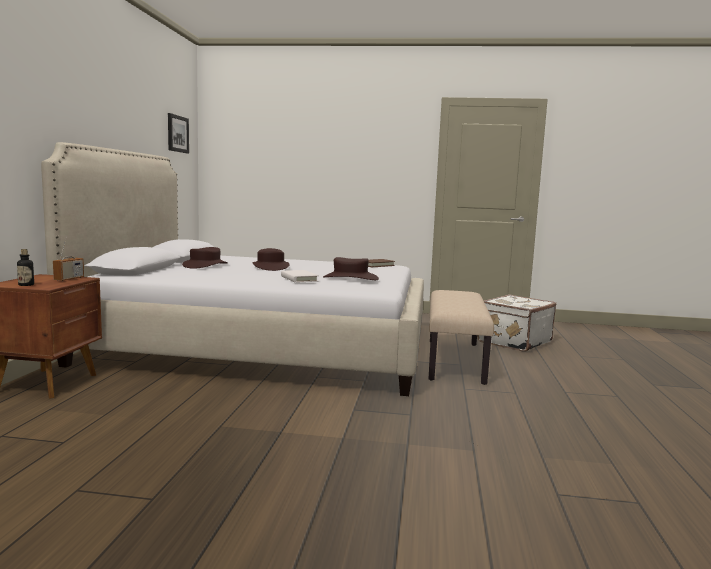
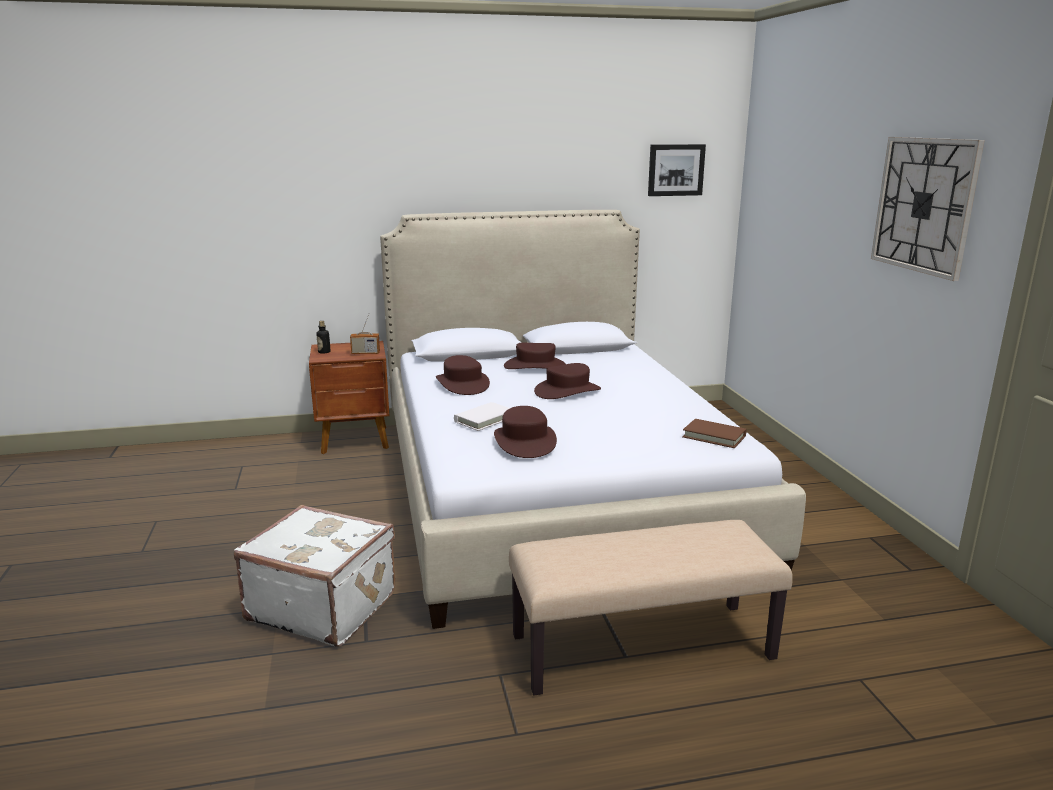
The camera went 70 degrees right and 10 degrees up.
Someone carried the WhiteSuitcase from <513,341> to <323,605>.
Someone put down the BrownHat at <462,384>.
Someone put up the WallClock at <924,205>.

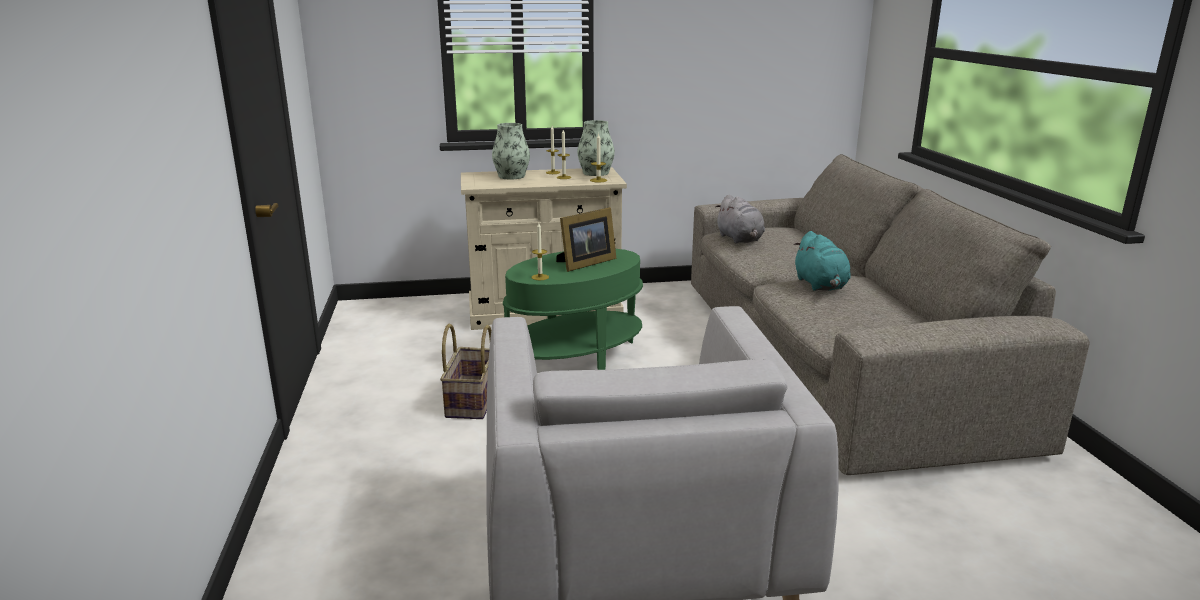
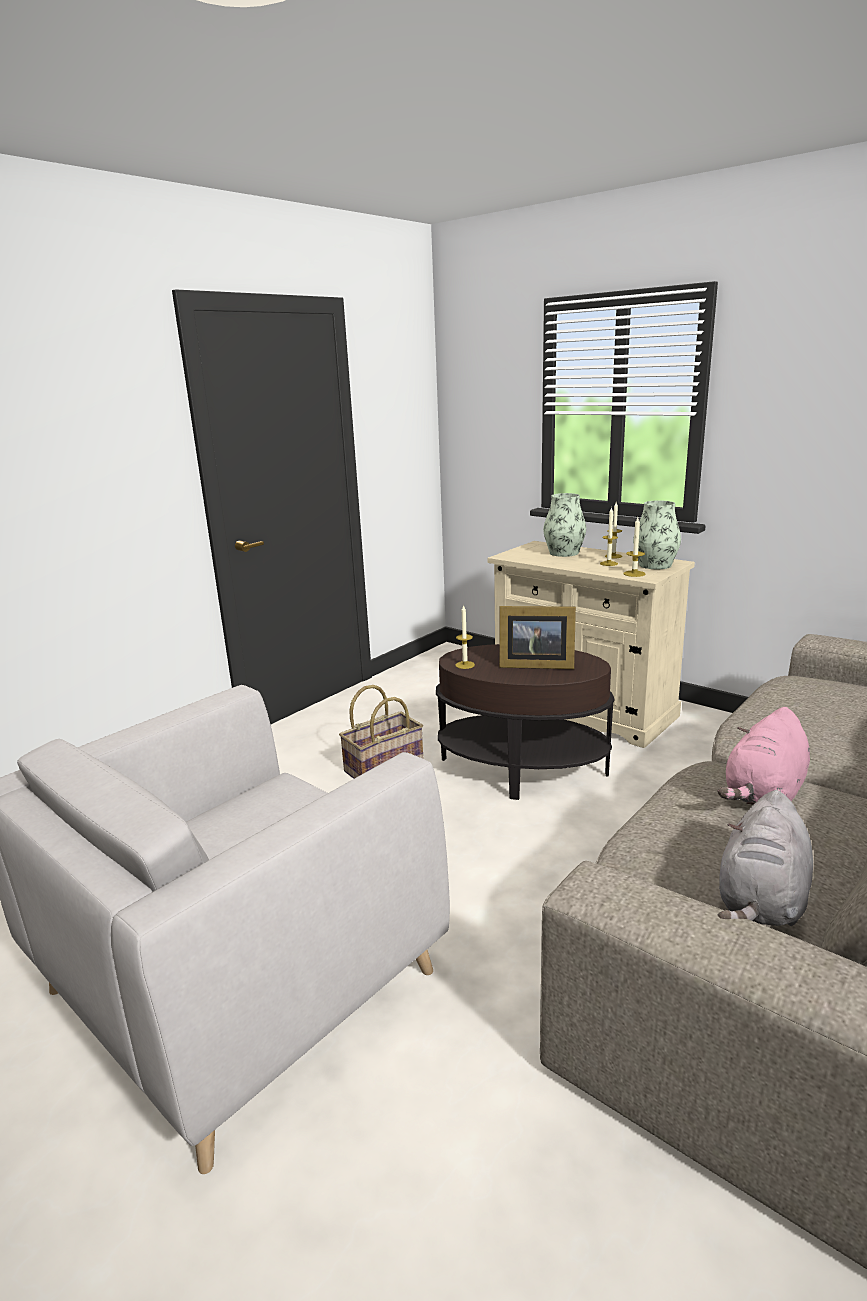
The camera went 50 degrees right and 0 degrees up.
Someone repainted the GreenSideTable at <575,361>, which became the BrownSideTable at <522,771>.
Someone repainted the TurquoisePlushToy at <821,285>, which became the PinkPlushToy at <764,793>.
Someone carried the GreyPlushToy from <740,239> to <761,900>.

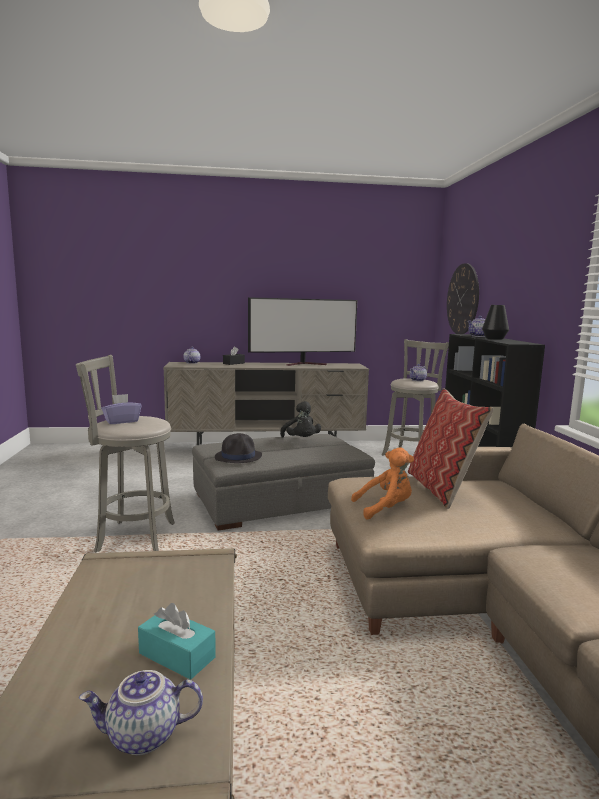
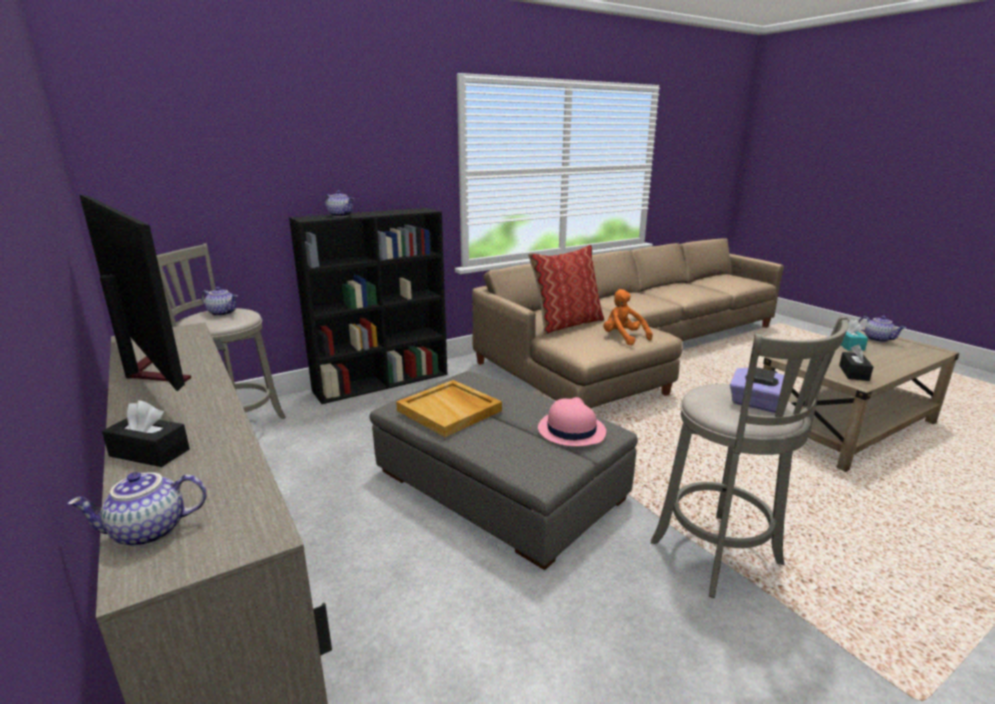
The camera went 115 degrees left and 10 degrees up.
Someone swapped the BlackPlushToy at <301,440> for the BeigeTray at <450,410>.
Someone repainted the BlackHat at <238,457>, which became the PinkHat at <571,430>.
Someone put down the BlackTissueBox at <853,373>.
Someone took away the WallClock at <462,299>.
Someone took away the BlackVase at <494,338>.

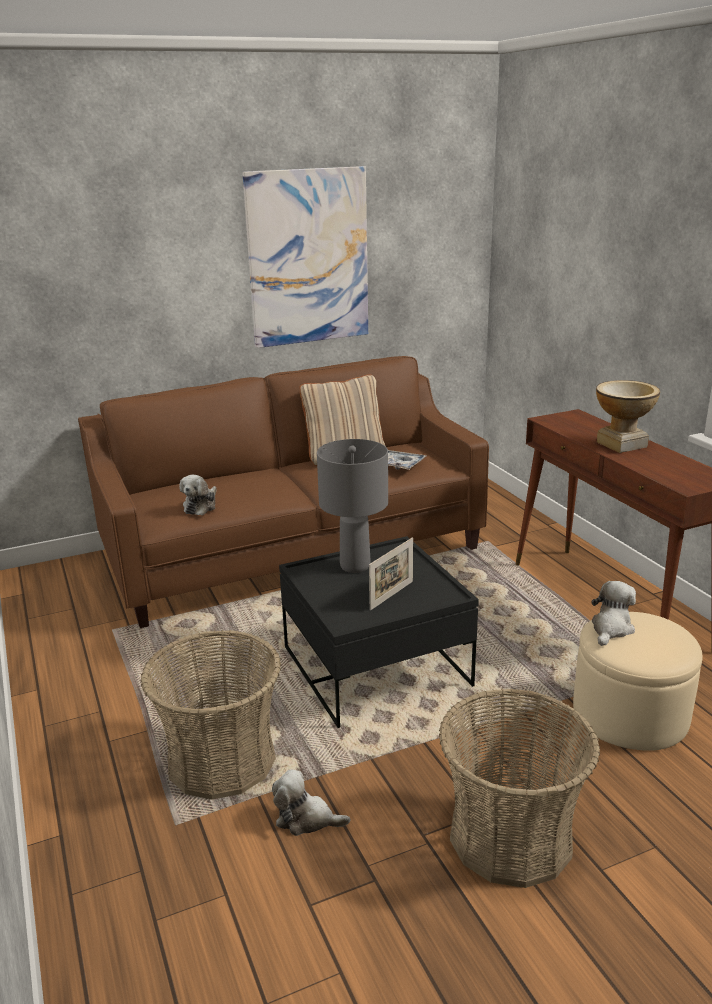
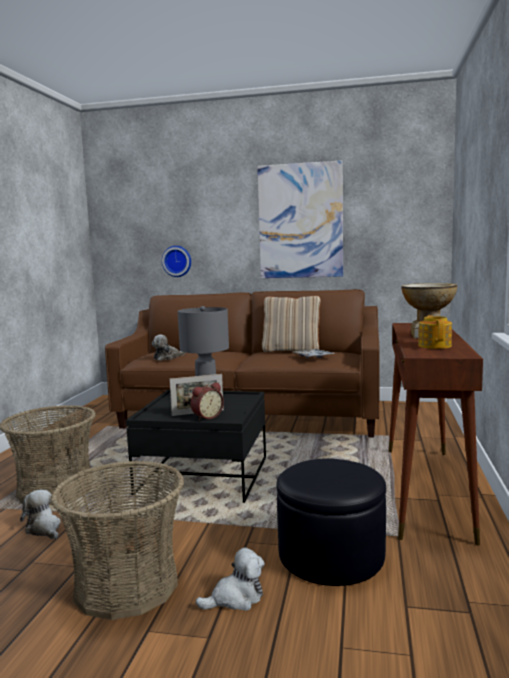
The camera went 35 degrees right and 15 degrees down.
Someone put up the WallClock at <177,261>.
Someone put down the AlarmClock at <206,417>.
Someone carried the PlushToy from <611,628> to <235,598>.
Someone repainted the BeigeOttoman at <630,714>, which became the BlackOttoman at <331,555>.
Someone put down the Teapot at <435,346>.

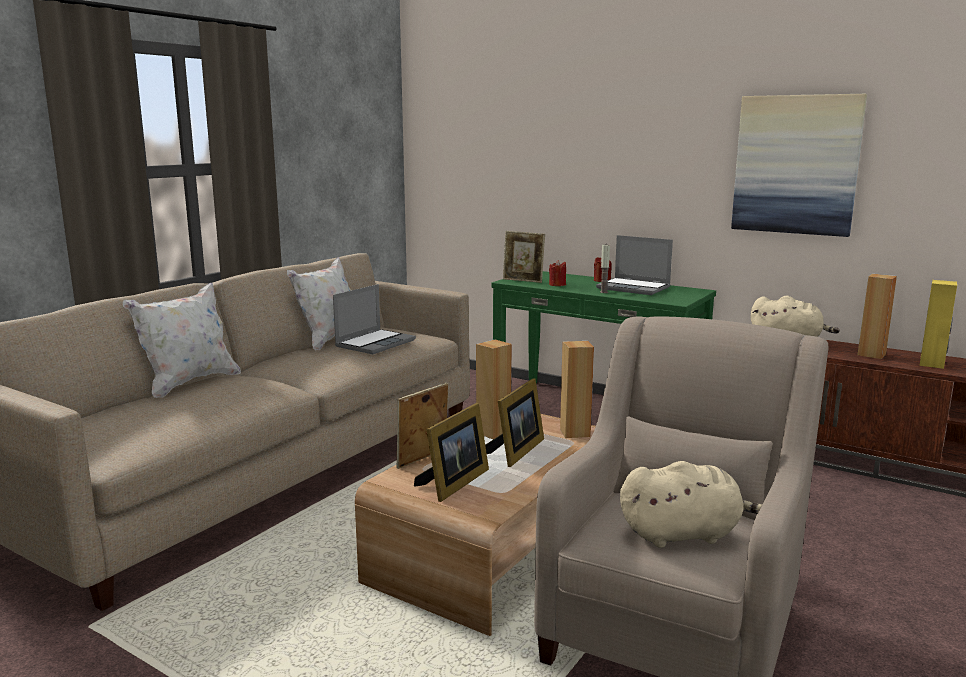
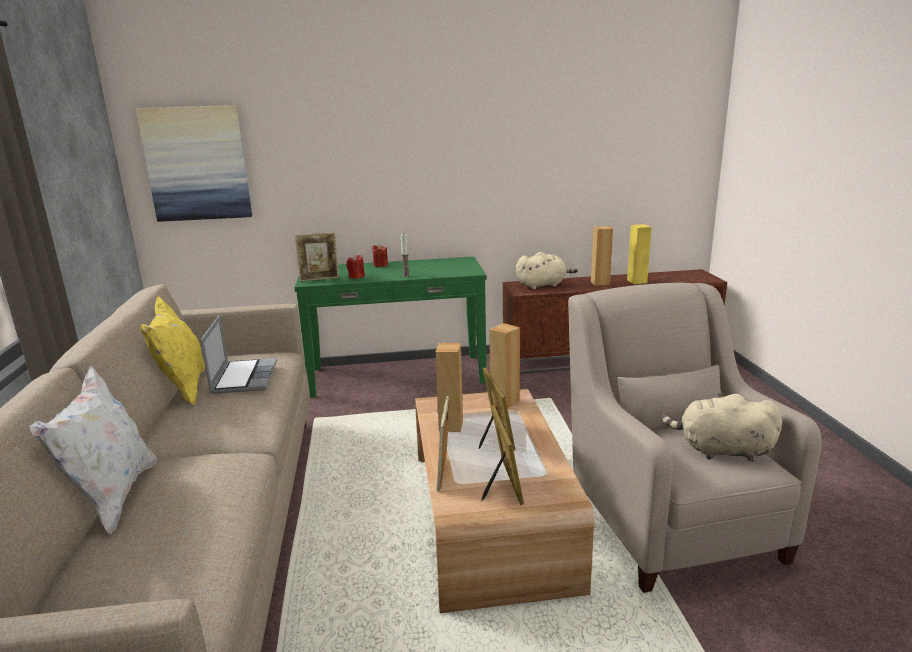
The camera went 40 degrees left and 5 degrees up.
Someone carried the Picture from <796,165> to <197,164>.
Someone repainted the WhitePillow at <329,340>, which became the YellowPillow at <183,389>.
Someone rotated the BeigePlushToy at <684,534> by 120 degrees counterclockwise.
Someone took away the Laptop at <634,288>.

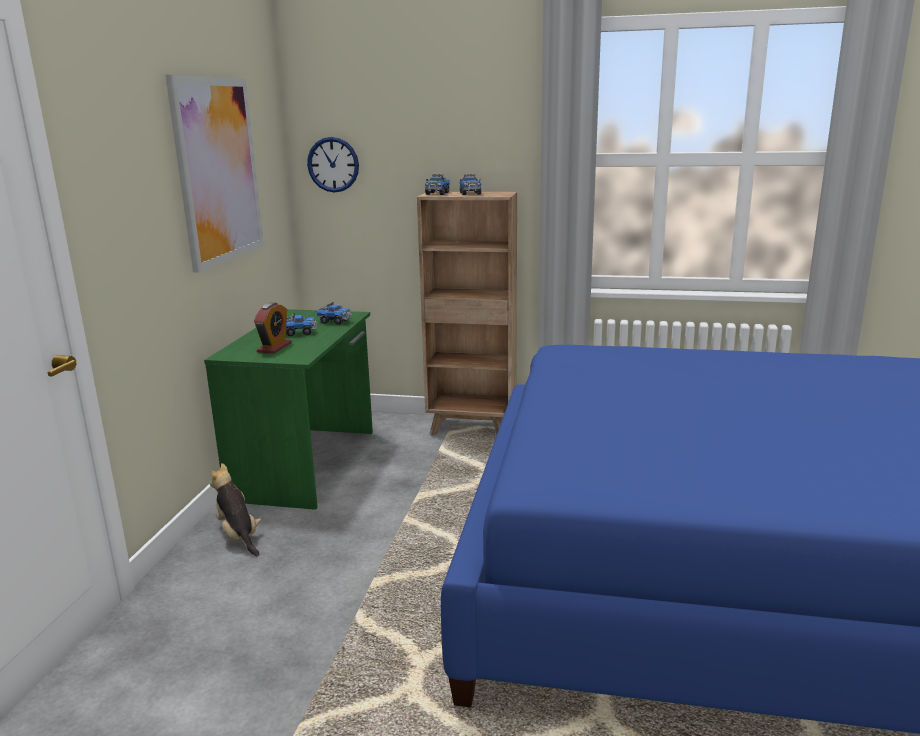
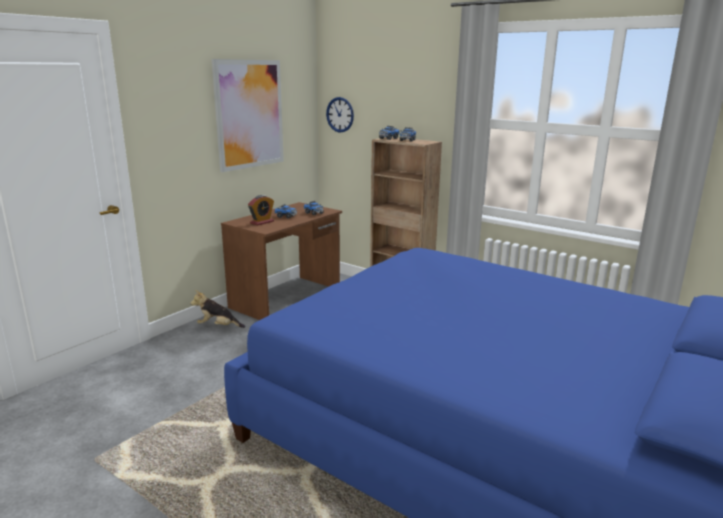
The camera went 25 degrees right and 0 degrees up.
Someone rotated the PlushToy at <238,535> by 75 degrees counterclockwise.
Someone repainted the GreenDesk at <308,463>, which became the BrownDesk at <287,298>.

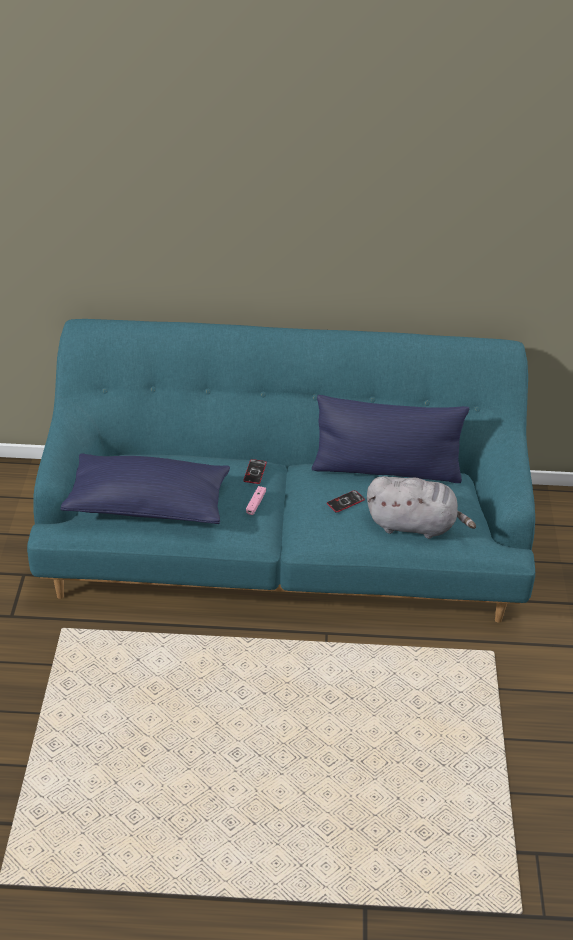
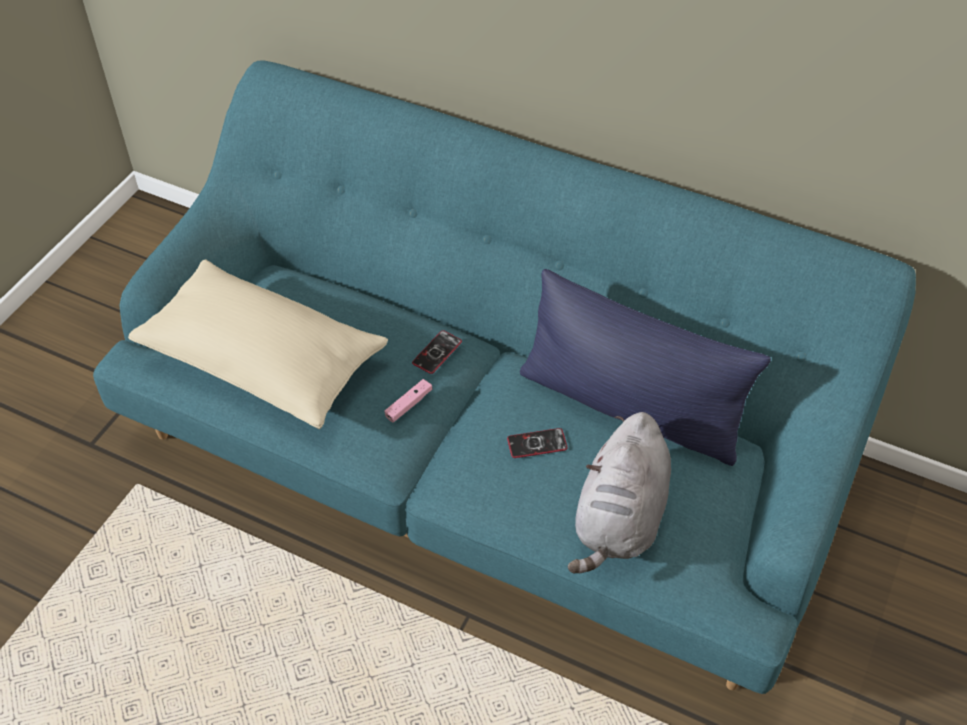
The camera went 25 degrees right and 10 degrees up.
Someone repainted the BluePillow at <148,505>, which became the BeigePillow at <263,361>.
Someone rotated the GreyPlushToy at <415,525> by 75 degrees clockwise.

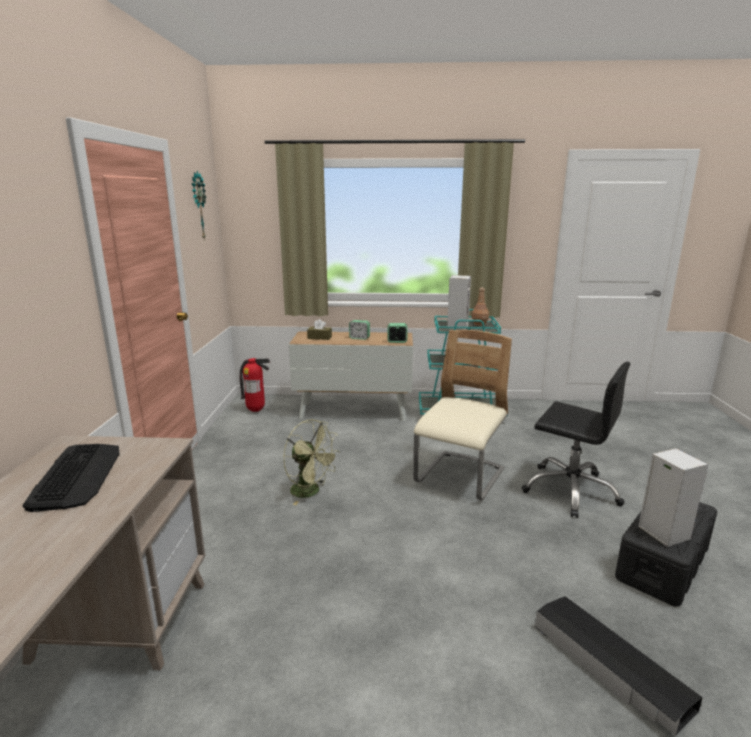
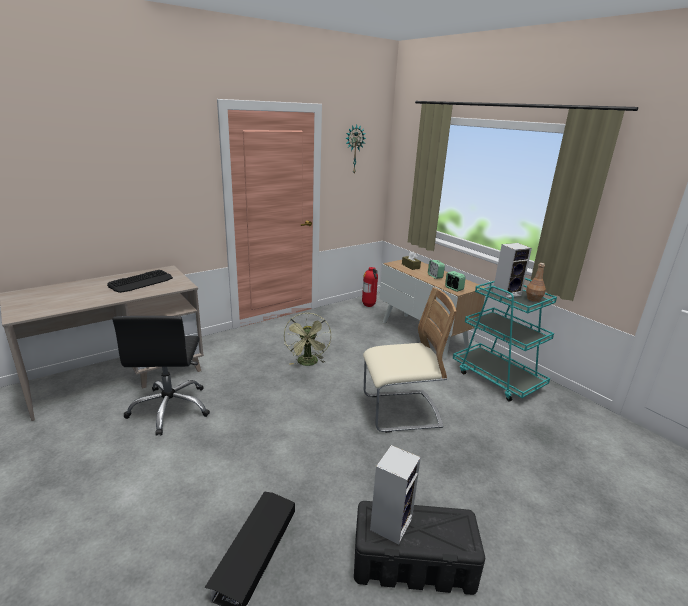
The camera went 50 degrees right and 5 degrees up.
Someone carried the BlackOfficeChair from <570,490> to <170,408>.

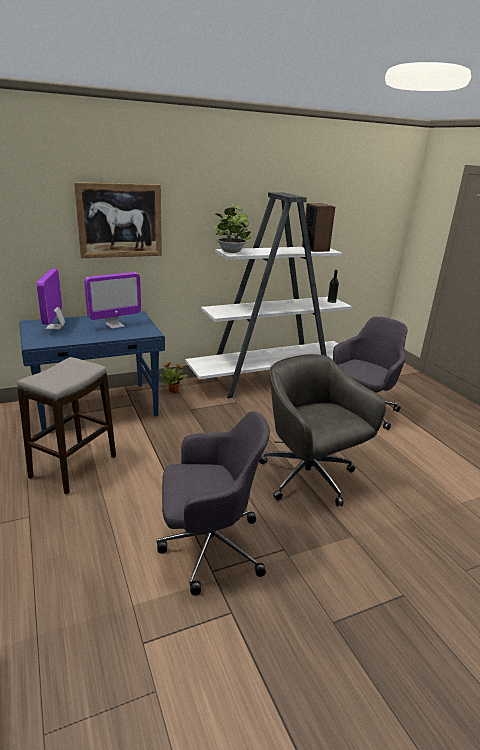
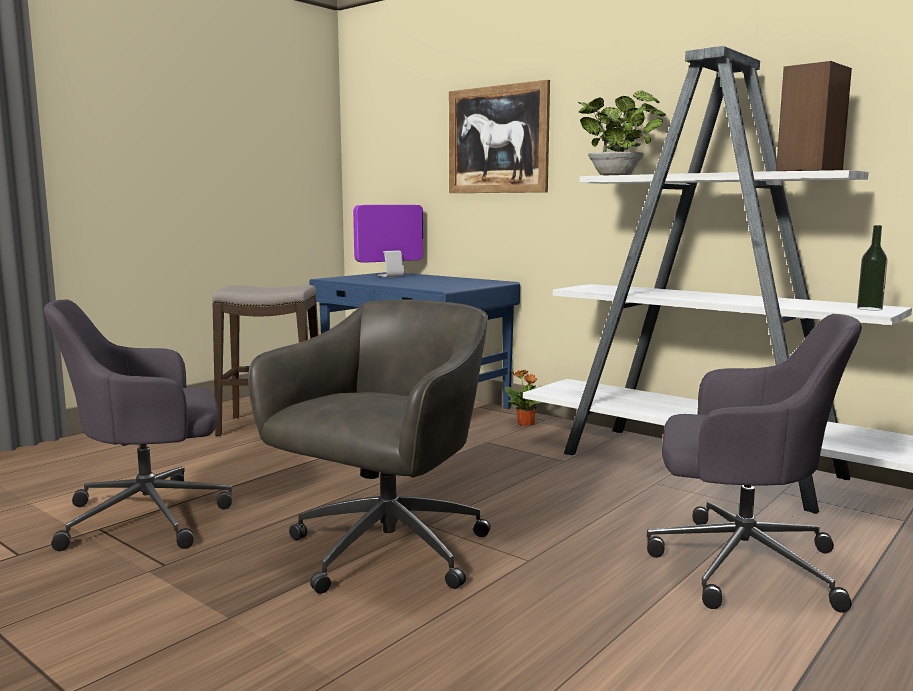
The camera went 65 degrees right and 15 degrees down.
Someone rotated the GreyOfficeChair at <208,546> by 105 degrees clockwise.
Someone took away the Monitor at <115,325>.

